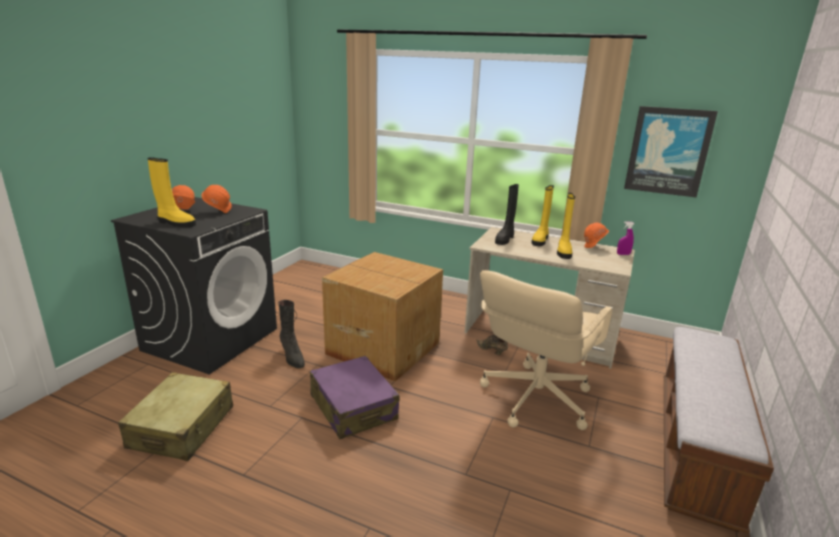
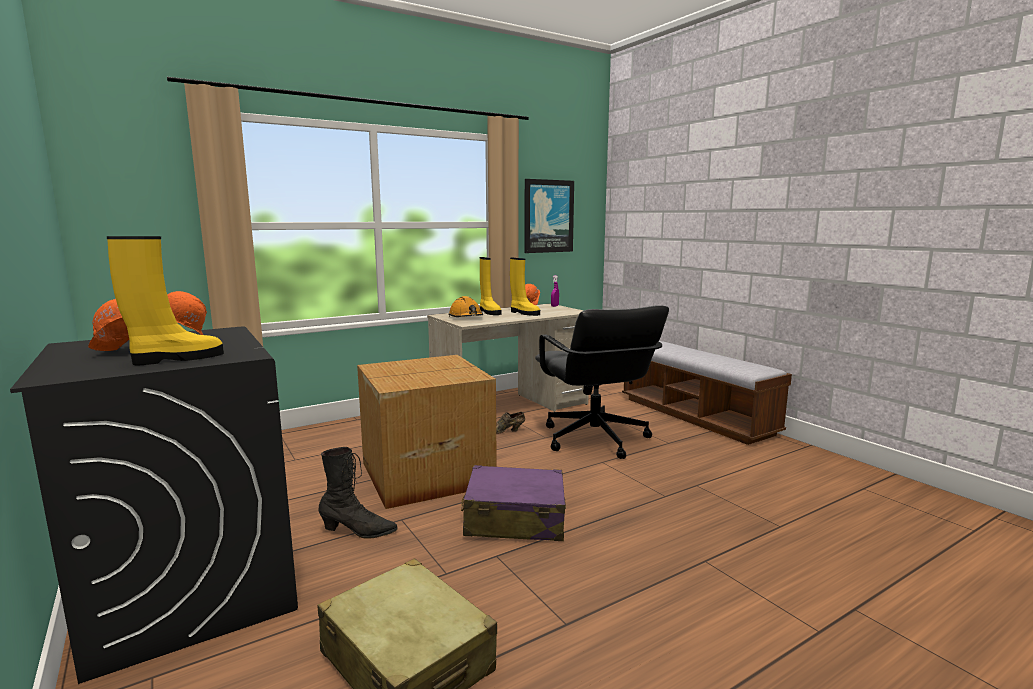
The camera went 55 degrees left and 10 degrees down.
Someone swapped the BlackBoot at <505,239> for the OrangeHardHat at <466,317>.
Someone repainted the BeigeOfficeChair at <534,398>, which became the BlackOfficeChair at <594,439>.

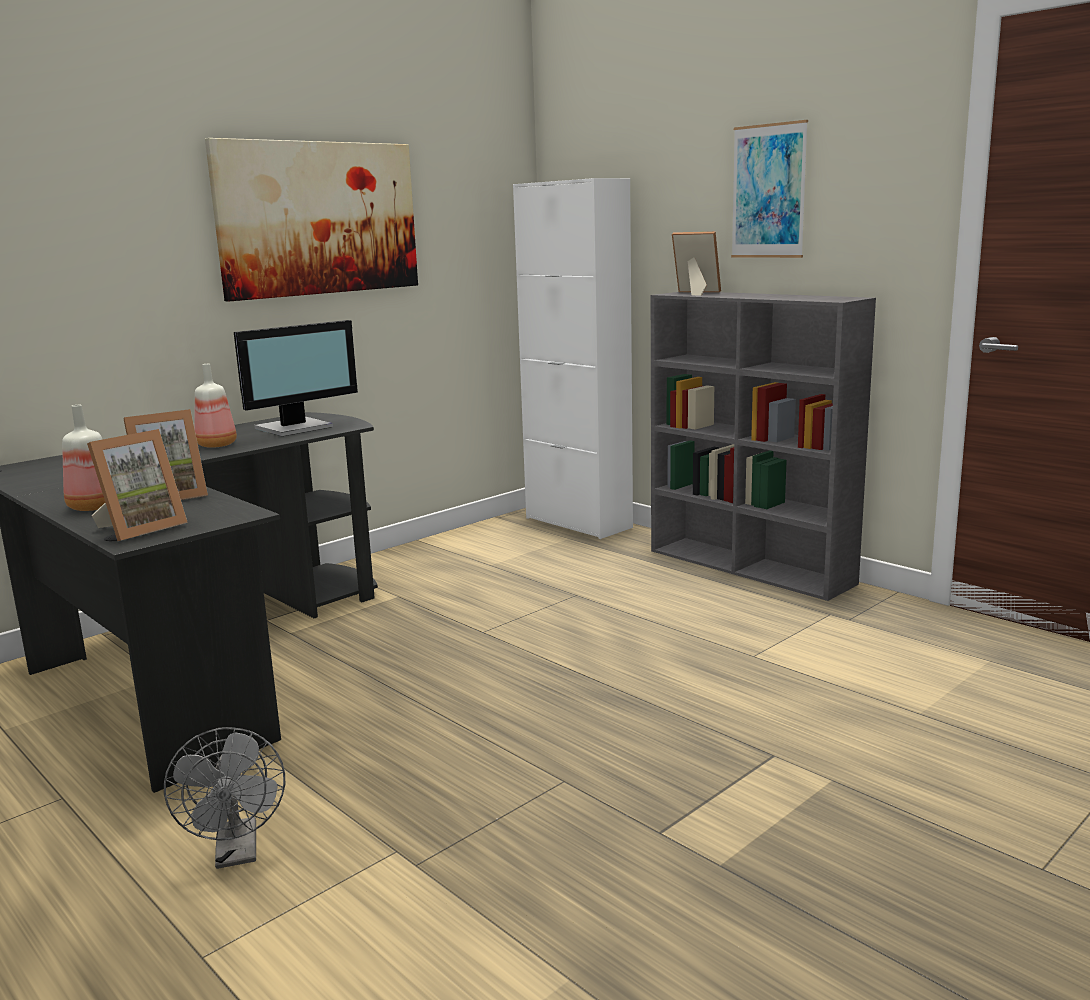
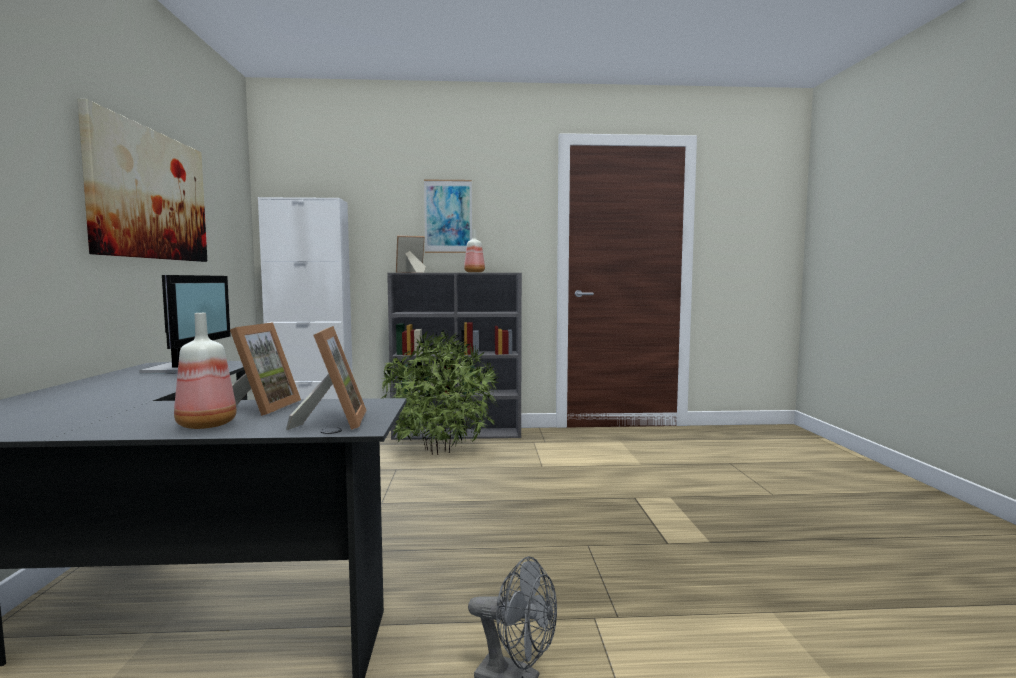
The camera went 50 degrees left and 10 degrees down.
Someone put down the PottedPlant at <438,453>.
Someone carried the Bottle from <218,445> to <474,272>.

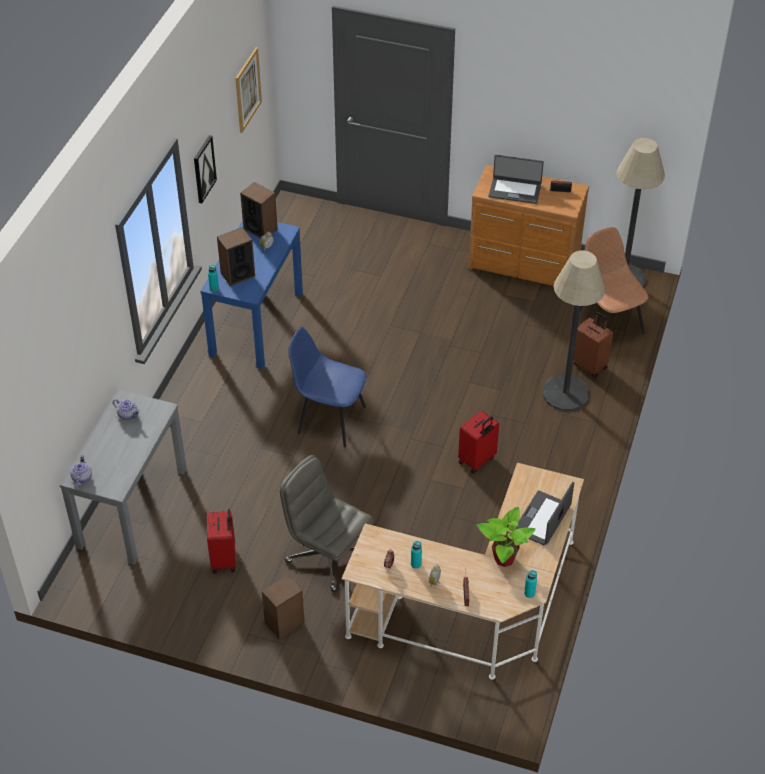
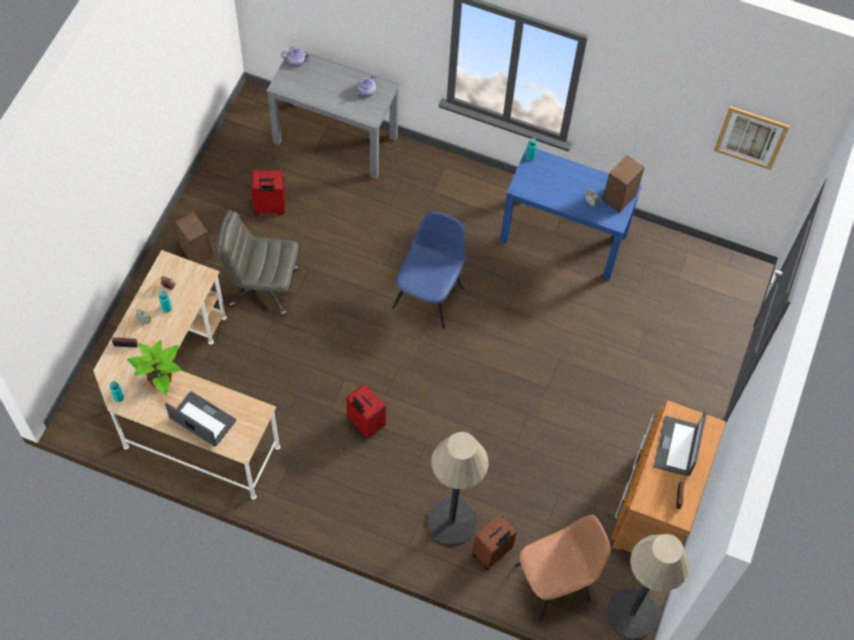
The camera went 90 degrees right and 15 degrees up.
Someone rotated the GreyOfficeChair at <327,556> by 120 degrees counterclockwise.
Someone took away the Picture at <203,169>.
Someone took away the Speaker at <237,274>.

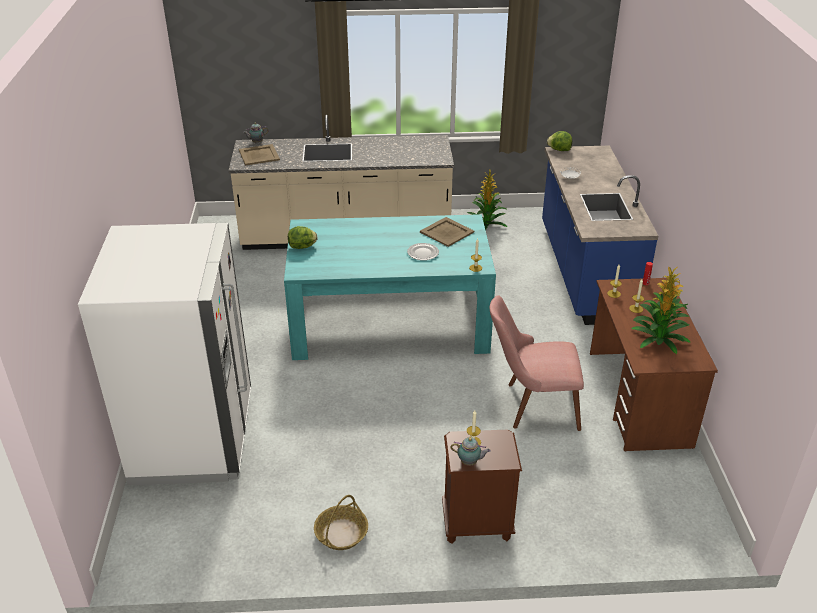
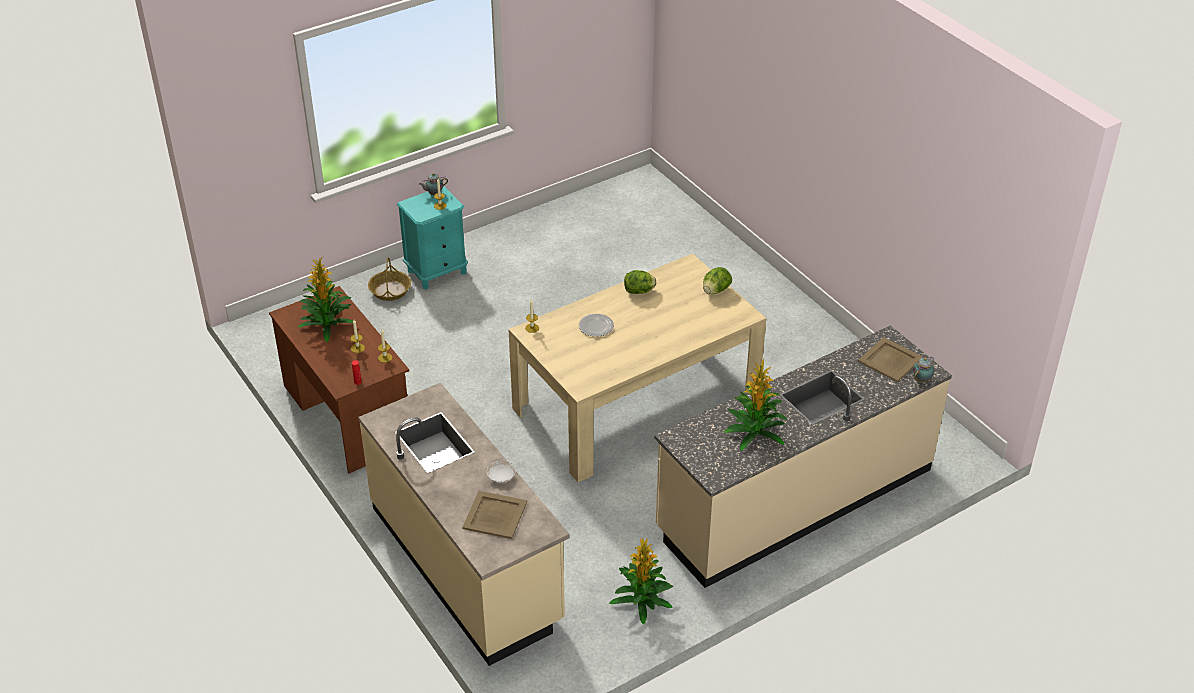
The camera went 150 degrees right and 5 degrees up.
Someone repainted the BlueCounter at <584,271>, which became the BeigeCounter at <467,564>.
Someone carried the Basket from <341,533> to <390,290>.
Someone repainted the BrownNightstand at <476,524>, which became the TurquoiseNightstand at <437,272>.
Someone carried the BeigeTray from <447,232> to <494,515>.
Someone repainted the TurquoiseDiningTable at <389,323>, which became the BeigeDiningTable at <636,402>.
Someone carried the Lettuce from <559,150> to <639,291>.
Someone put down the PottedPlant at <754,432>.
Someone took away the WhiteFridge at <194,437>.
Someone took away the PinkChair at <531,406>.

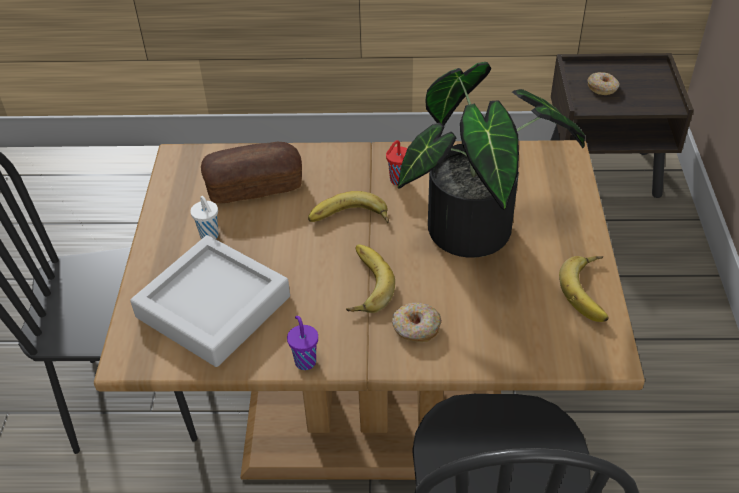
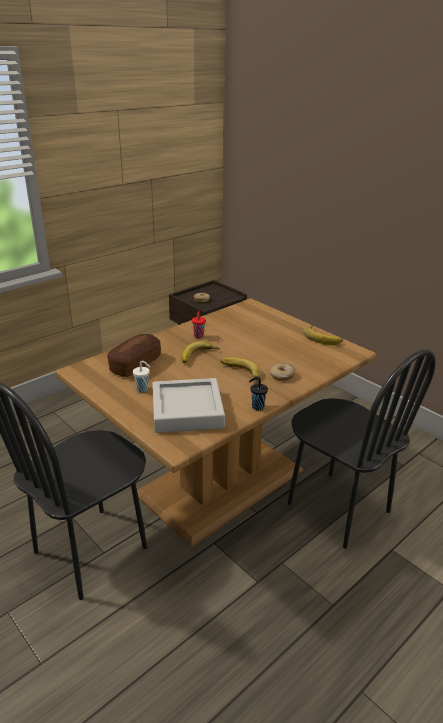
The camera went 45 degrees left and 15 degrees down.
Someone repainted the PurpleCup at <305,361>, which became the BlackCup at <257,407>.
Someone took away the PottedPlant at <480,232>.

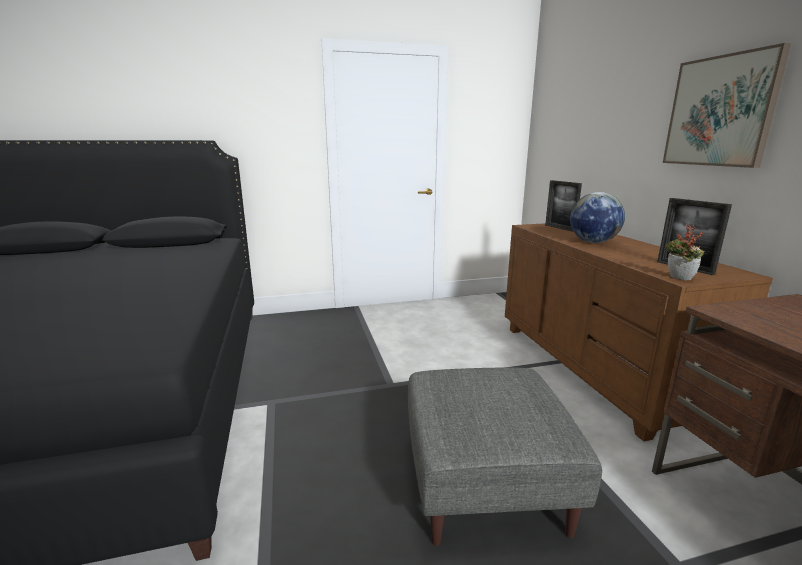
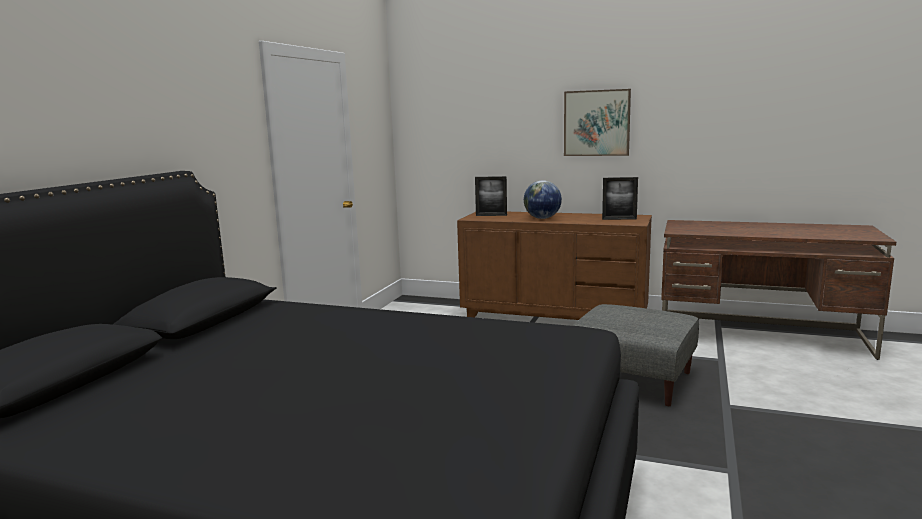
The camera went 55 degrees left and 5 degrees down.
Someone took away the PottedPlant at <677,278>.

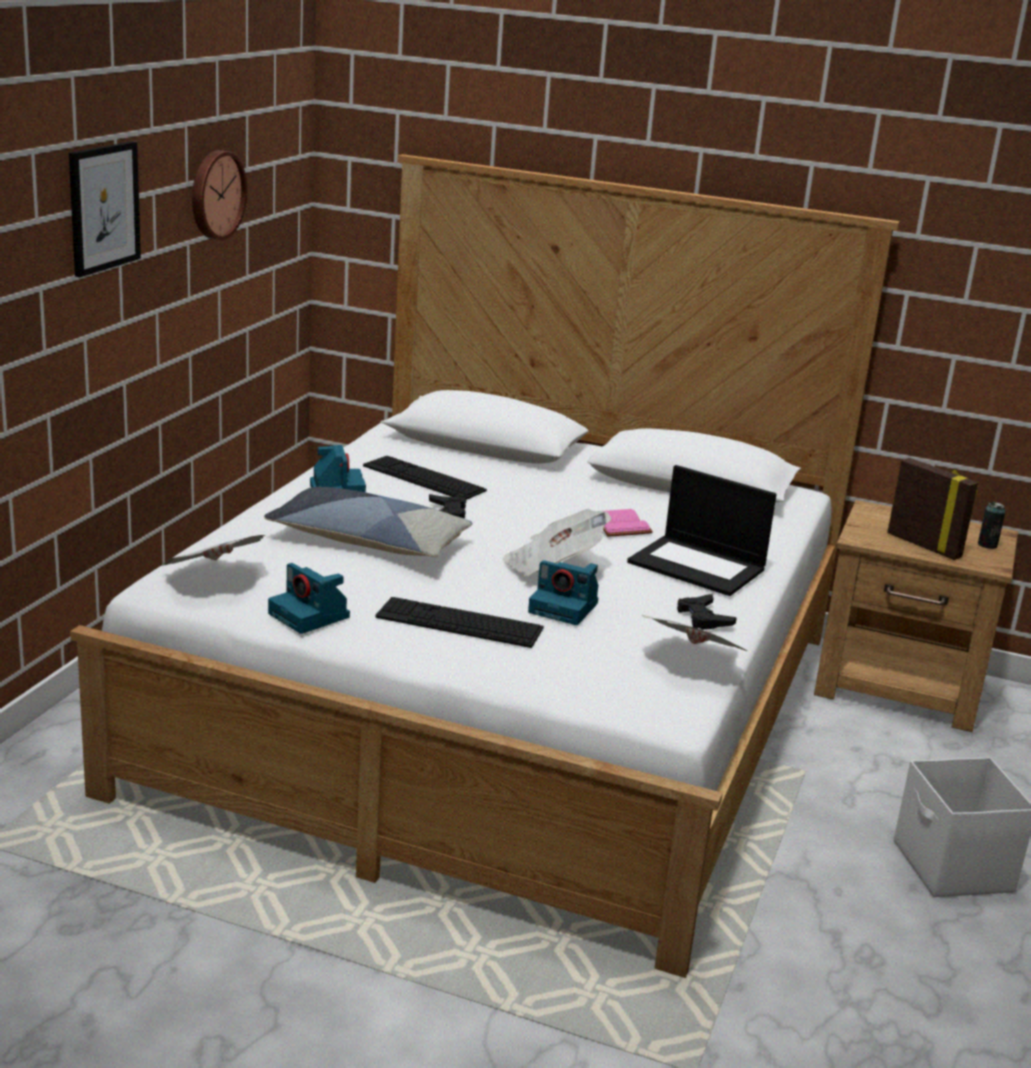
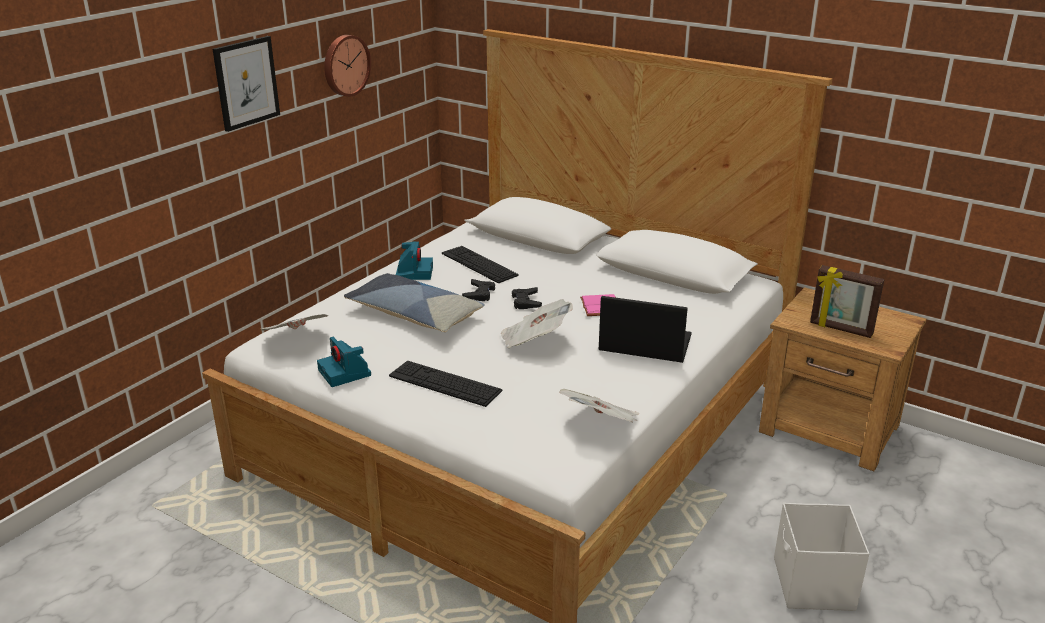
The camera went 15 degrees right and 5 degrees up.
Someone carried the BlackGameController from <703,618> to <526,302>.
Someone rotated the Laptop at <698,566> by 150 degrees clockwise.
Someone rotated the PictureFrame at <924,545> by 150 degrees clockwise.
Someone took away the PhotoCamera at <565,608>.
Someone took away the Can at <987,545>.

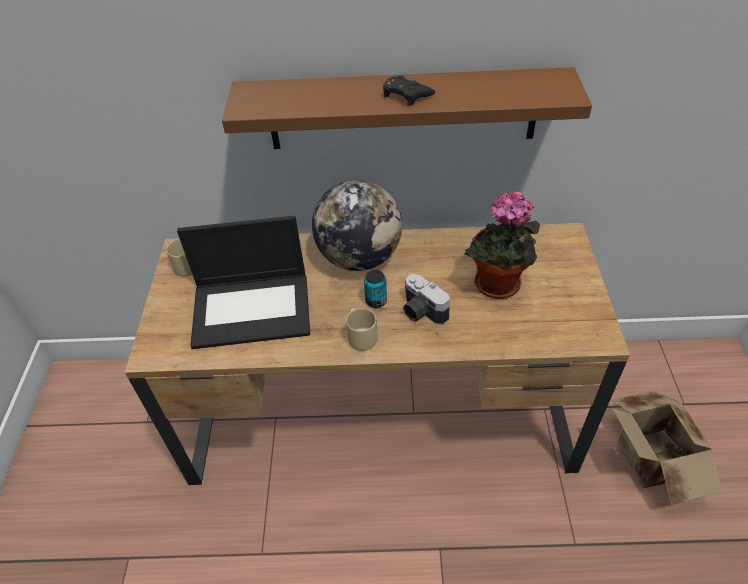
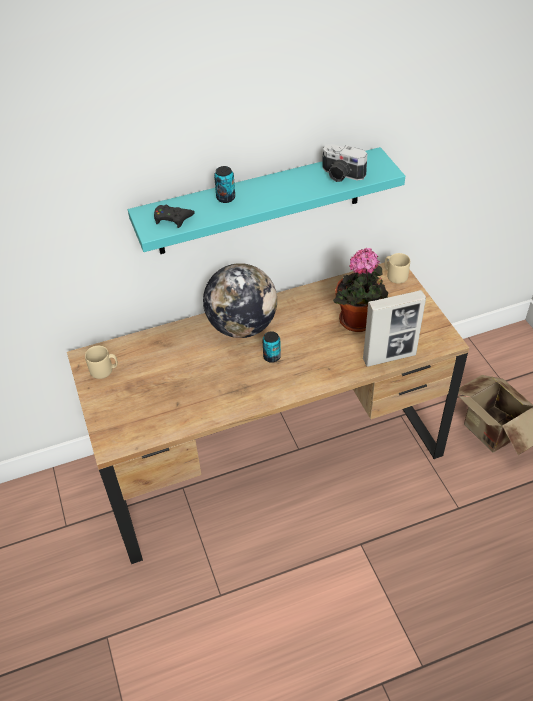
The camera went 20 degrees left and 0 degrees up.
Someone repainted the BrownShelf at <402,109>, which became the TurquoiseShelf at <259,202>.
Someone carried the BlackGameController from <406,95> to <172,218>.
Someone put down the Can at <225,198>.
Someone carried the PhotoCamera from <421,312> to <341,175>.
Someone put down the PictureFrame at <389,357>.
Someone carried the BeigeMug from <361,336> to <395,275>.
Someone took away the Laptop at <253,309>.

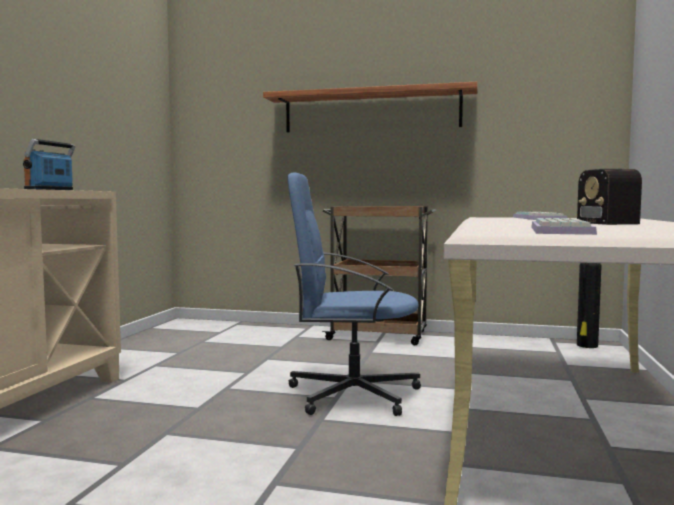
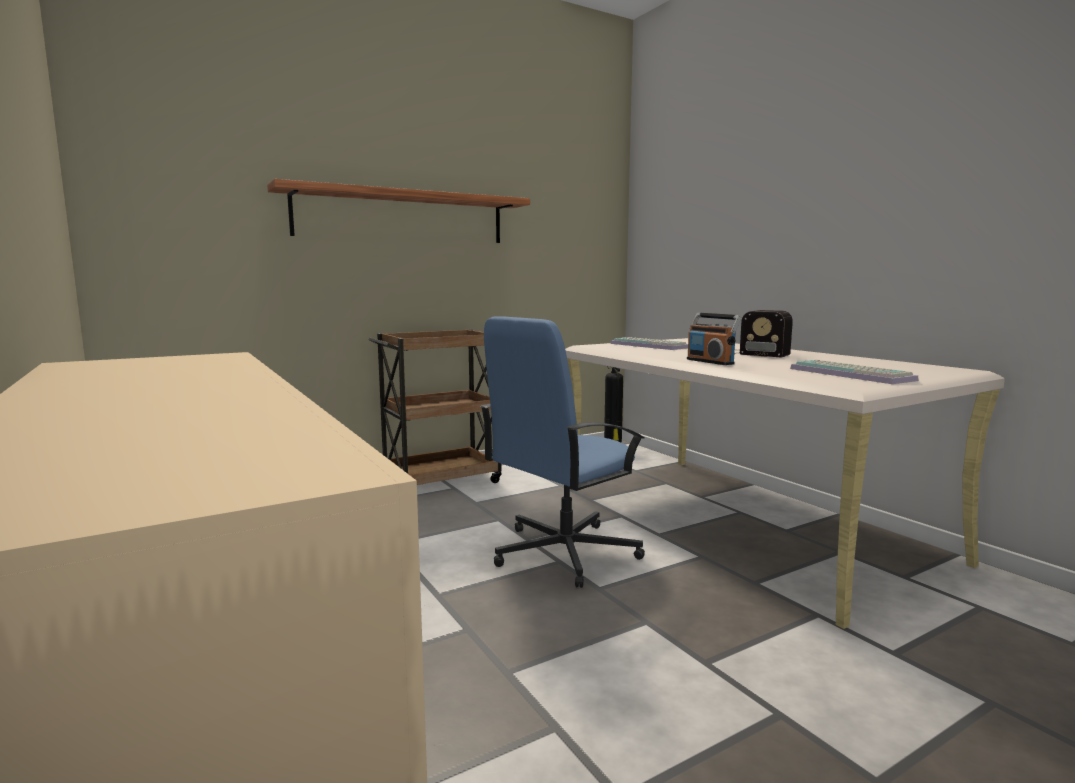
The camera went 45 degrees left and 5 degrees up.
Someone carried the Radio from <50,189> to <710,362>.

